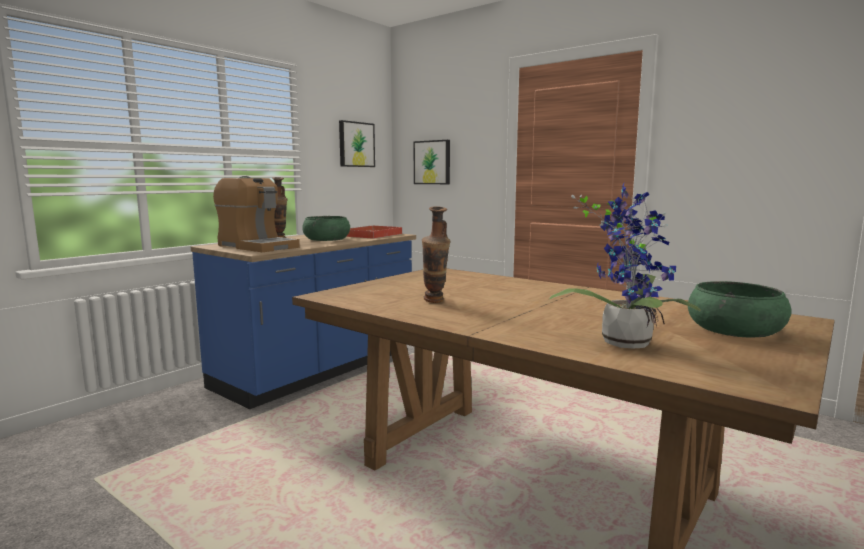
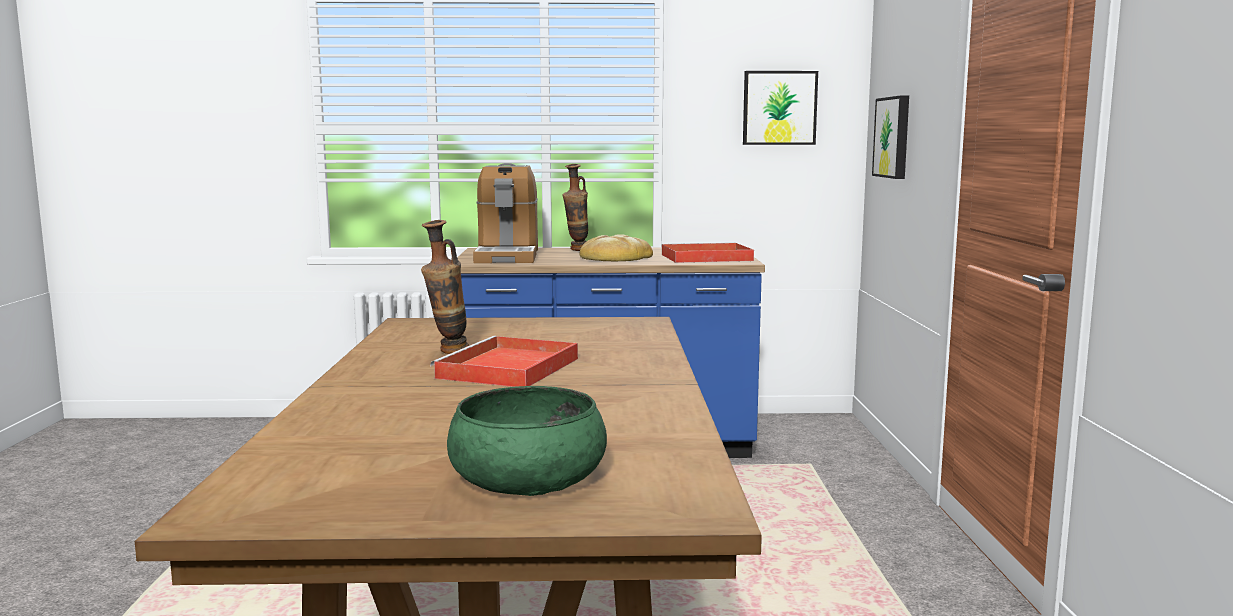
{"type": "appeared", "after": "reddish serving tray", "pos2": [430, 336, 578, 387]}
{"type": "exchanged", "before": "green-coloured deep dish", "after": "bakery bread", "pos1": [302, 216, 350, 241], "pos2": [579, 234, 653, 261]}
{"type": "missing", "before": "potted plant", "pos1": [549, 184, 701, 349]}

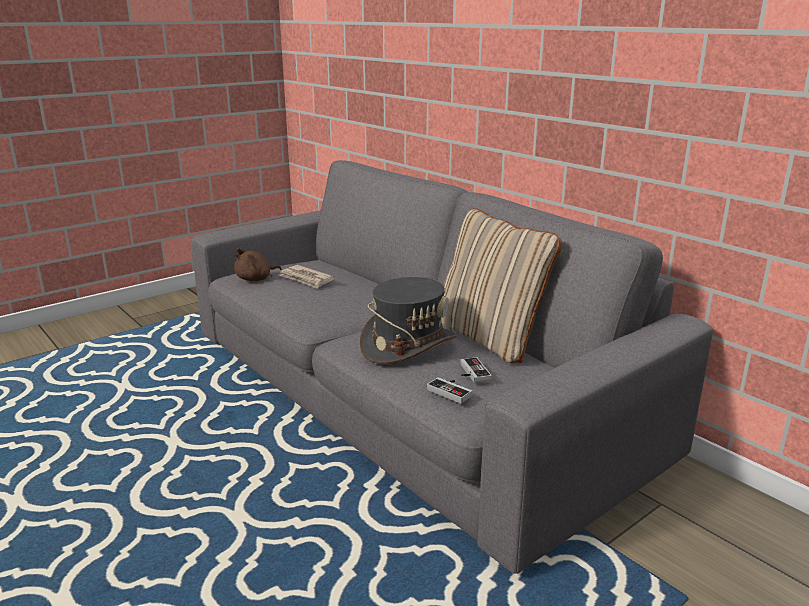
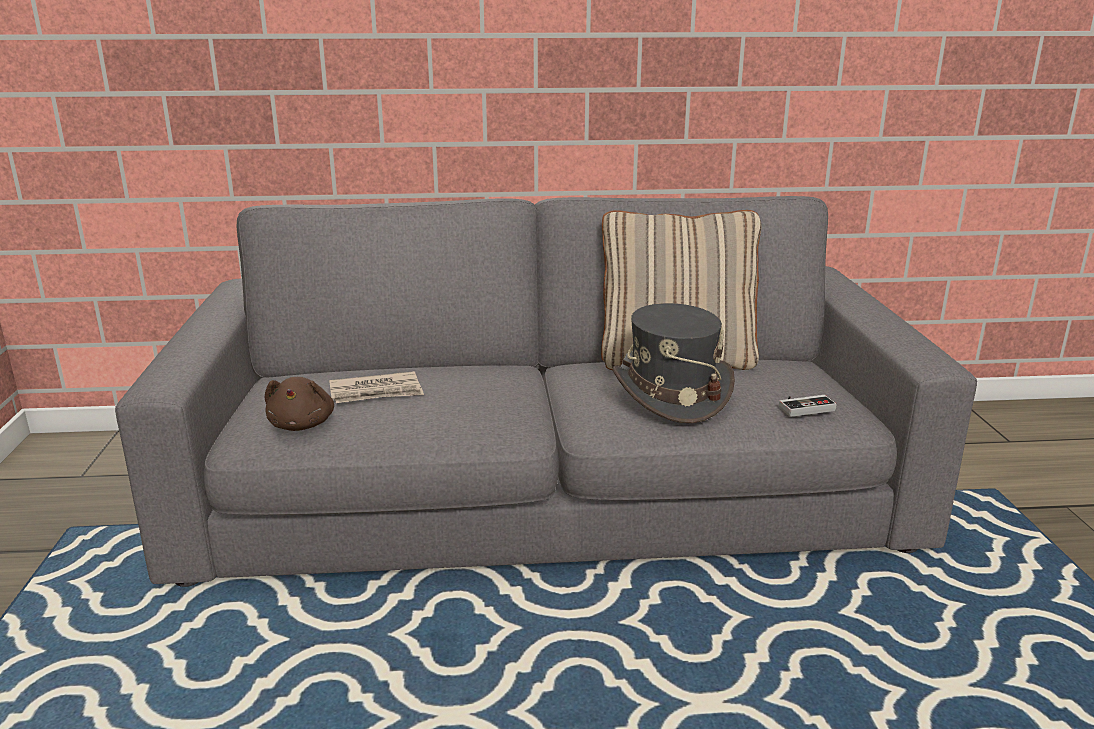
{"type": "missing", "before": "game controller", "pos1": [461, 357, 492, 383]}

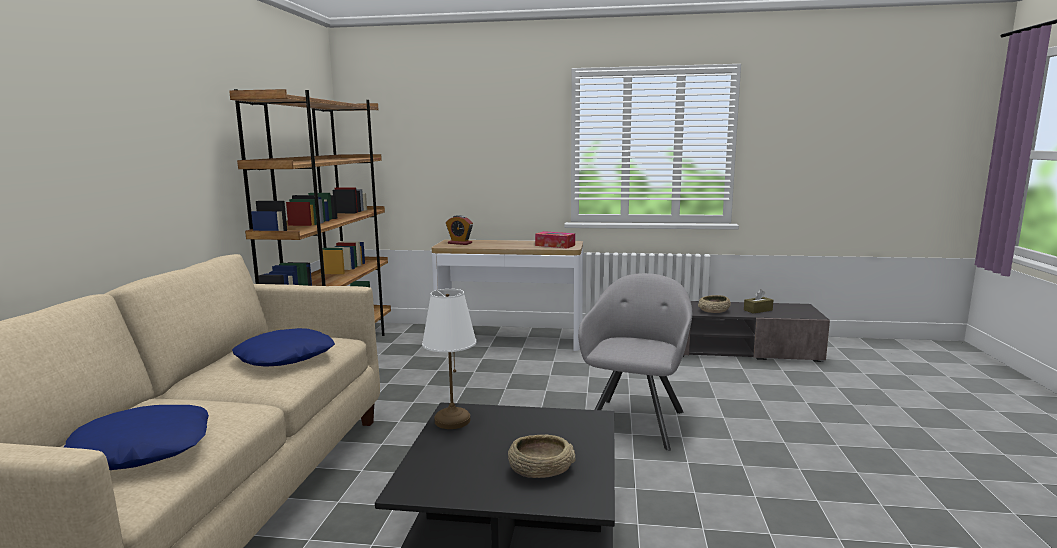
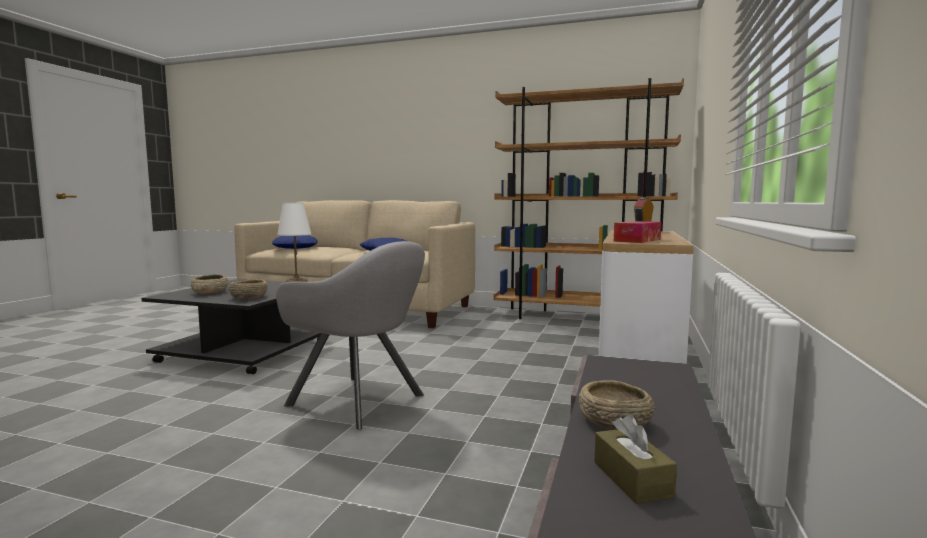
{"type": "appeared", "after": "beige-coloured deep dish", "pos2": [228, 280, 268, 299]}

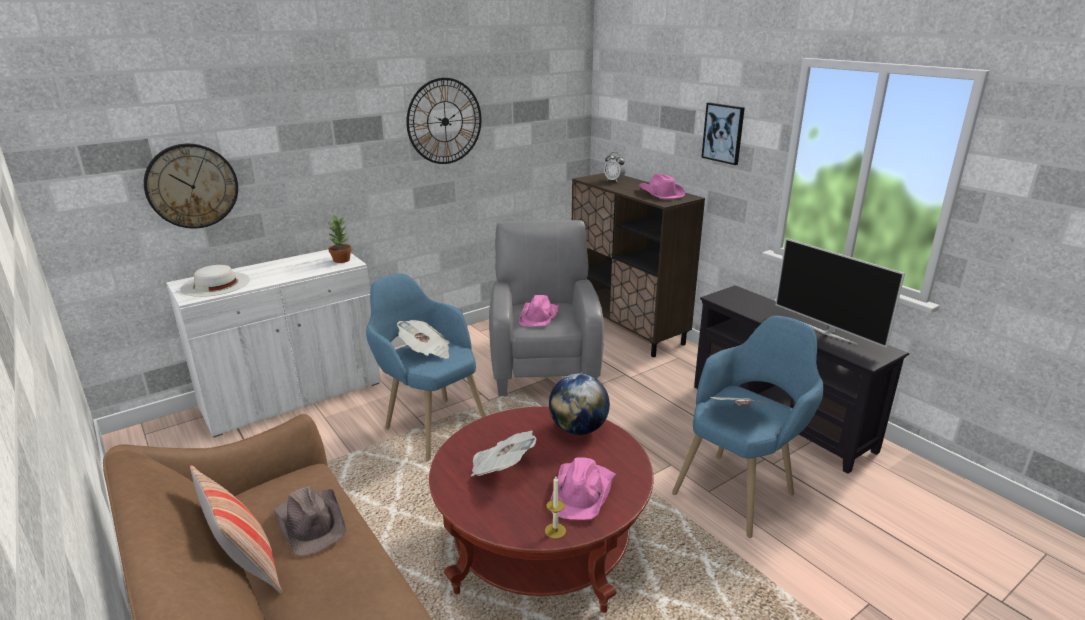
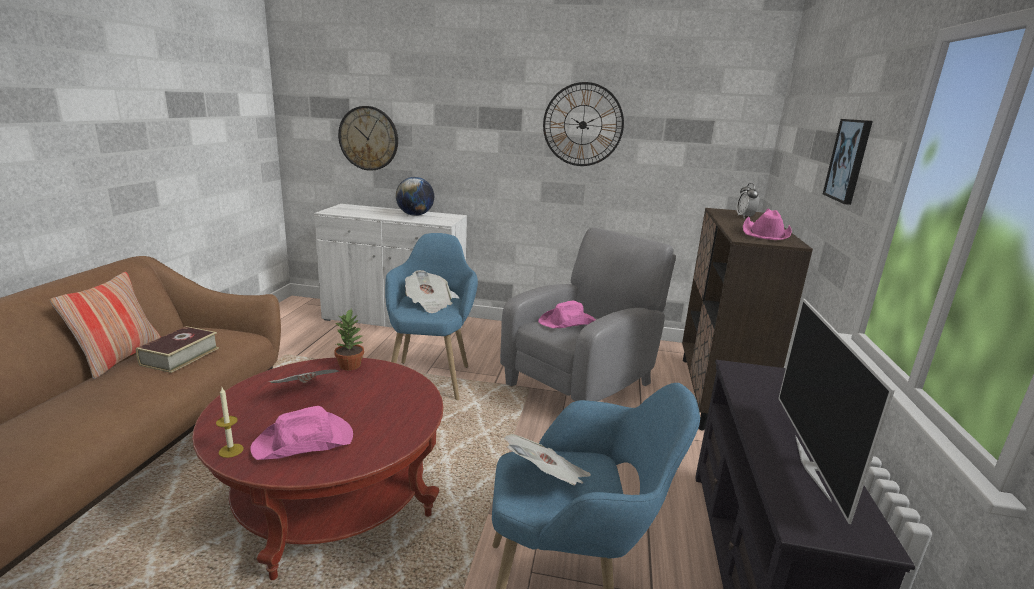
{"type": "exchanged", "before": "brown wearable hat", "after": "volume", "pos1": [274, 486, 346, 557], "pos2": [136, 326, 219, 373]}
{"type": "relocated", "before": "potted plant", "pos1": [328, 215, 352, 263], "pos2": [334, 308, 364, 370]}
{"type": "relocated", "before": "desk globe", "pos1": [549, 374, 610, 435], "pos2": [396, 177, 434, 216]}
{"type": "missing", "before": "white-coloured wearable hat", "pos1": [181, 265, 250, 297]}

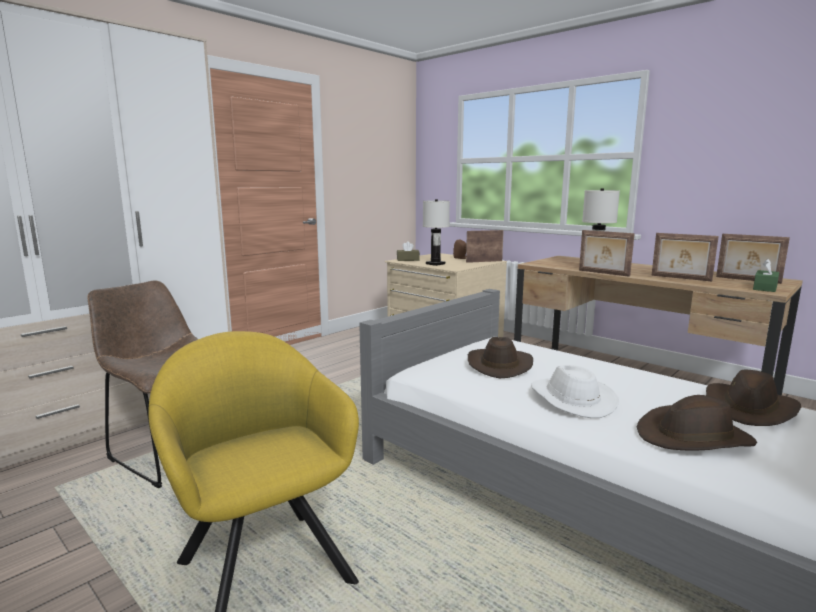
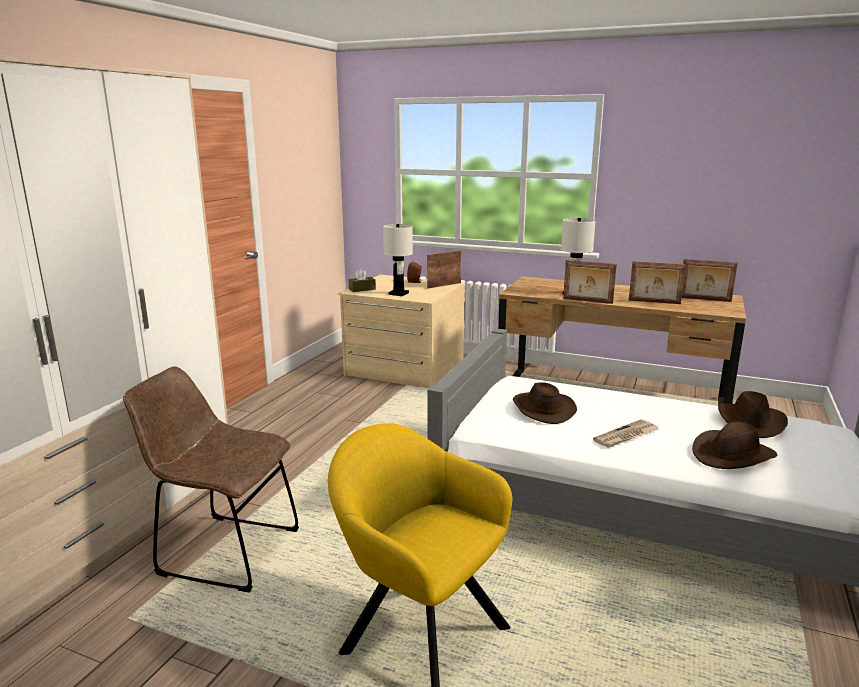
{"type": "exchanged", "before": "white-coloured wearable hat", "after": "newspaper", "pos1": [531, 365, 619, 418], "pos2": [593, 419, 659, 448]}
{"type": "missing", "before": "green-coloured tissue holder", "pos1": [753, 259, 779, 292]}

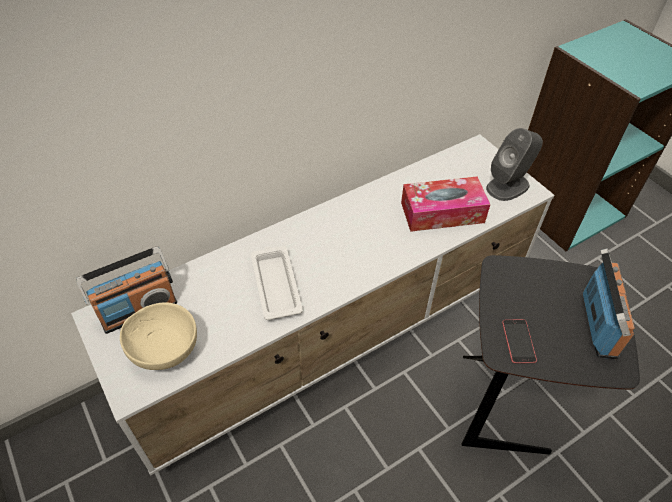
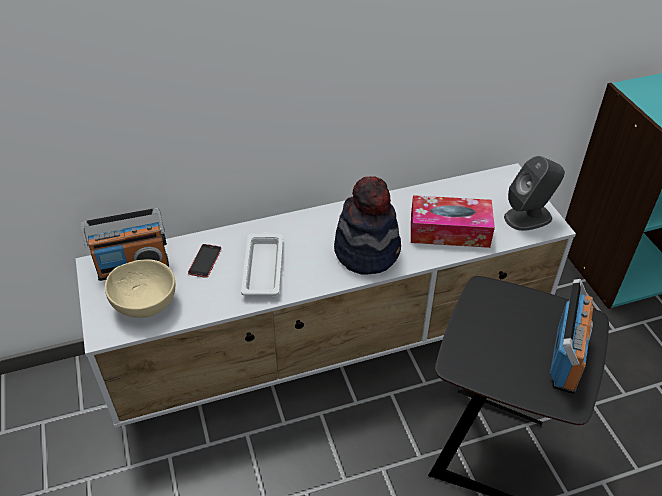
{"type": "relocated", "before": "telephone", "pos1": [502, 319, 537, 363], "pos2": [188, 244, 222, 278]}
{"type": "appeared", "after": "wearable hat", "pos2": [334, 176, 401, 275]}

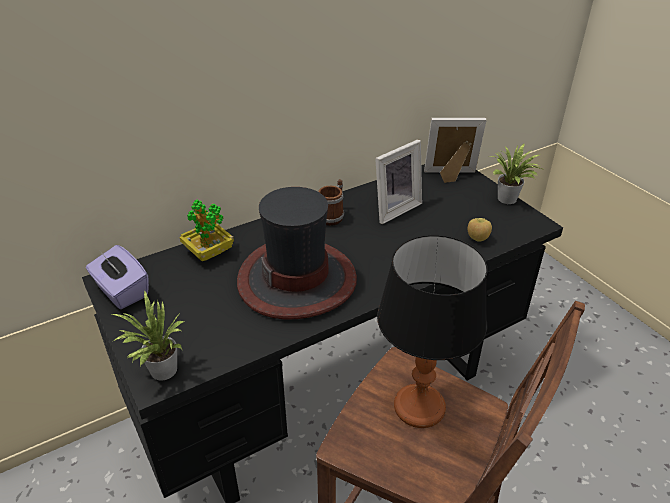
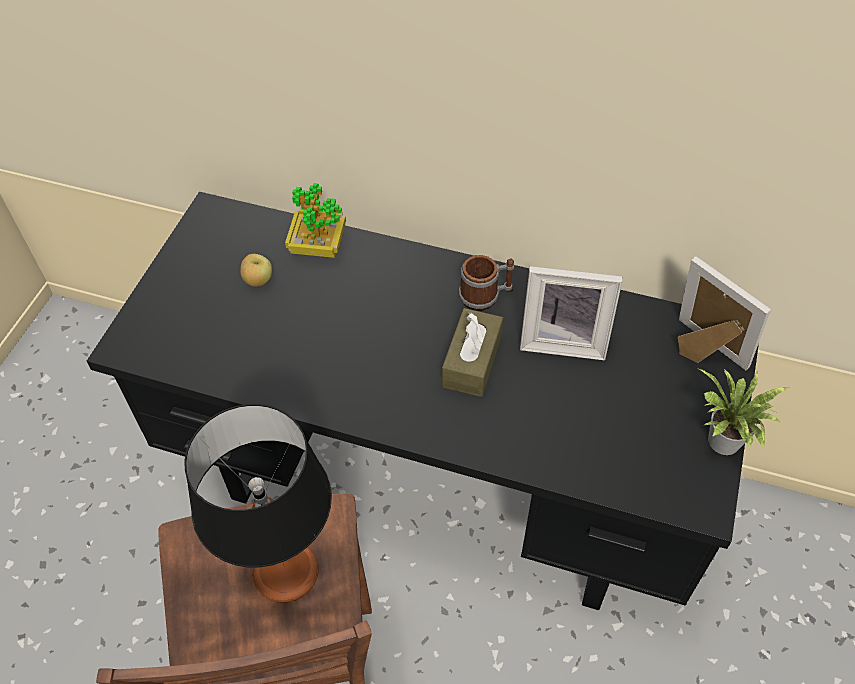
{"type": "relocated", "before": "apple", "pos1": [468, 218, 492, 242], "pos2": [240, 254, 272, 287]}
{"type": "appeared", "after": "brown tissue holder", "pos2": [442, 308, 503, 397]}
{"type": "missing", "before": "purplish tissue holder", "pos1": [86, 245, 149, 309]}
{"type": "missing", "before": "potted plant", "pos1": [112, 290, 184, 381]}
{"type": "missing", "before": "wearable hat", "pos1": [237, 187, 357, 320]}

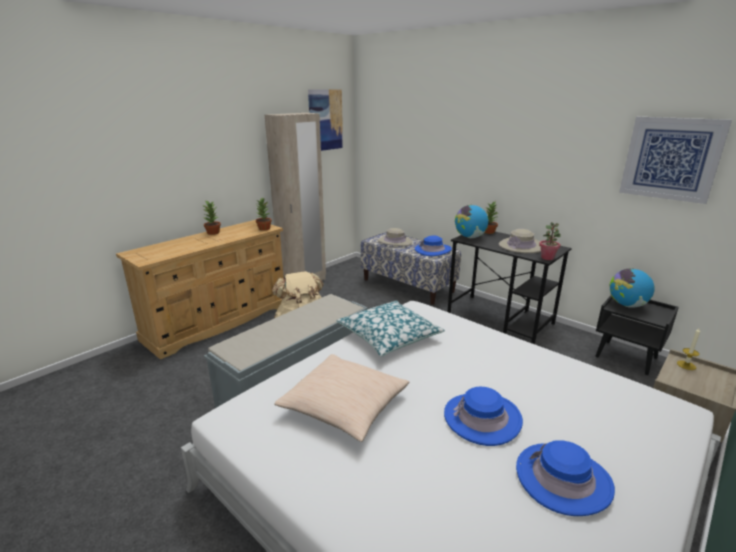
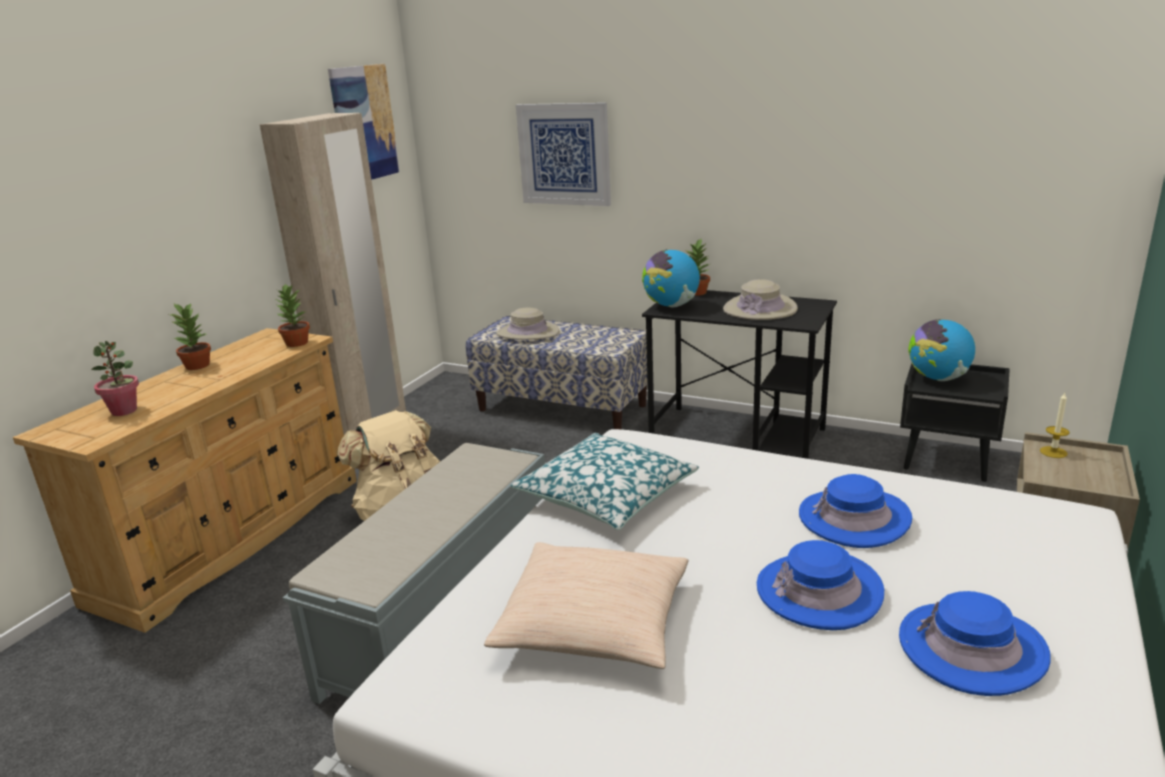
{"type": "relocated", "before": "potted plant", "pos1": [539, 222, 561, 260], "pos2": [91, 341, 139, 416]}
{"type": "relocated", "before": "wall art", "pos1": [619, 117, 732, 204], "pos2": [516, 103, 611, 206]}
{"type": "relocated", "before": "blue-coloured wearable hat", "pos1": [415, 236, 452, 256], "pos2": [799, 474, 912, 548]}

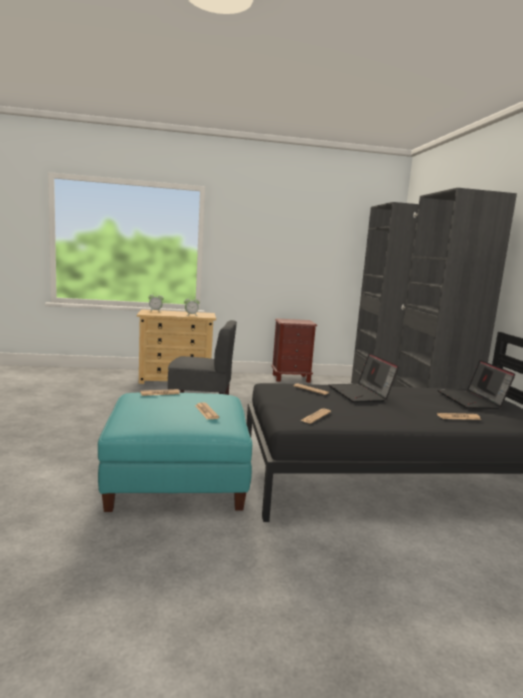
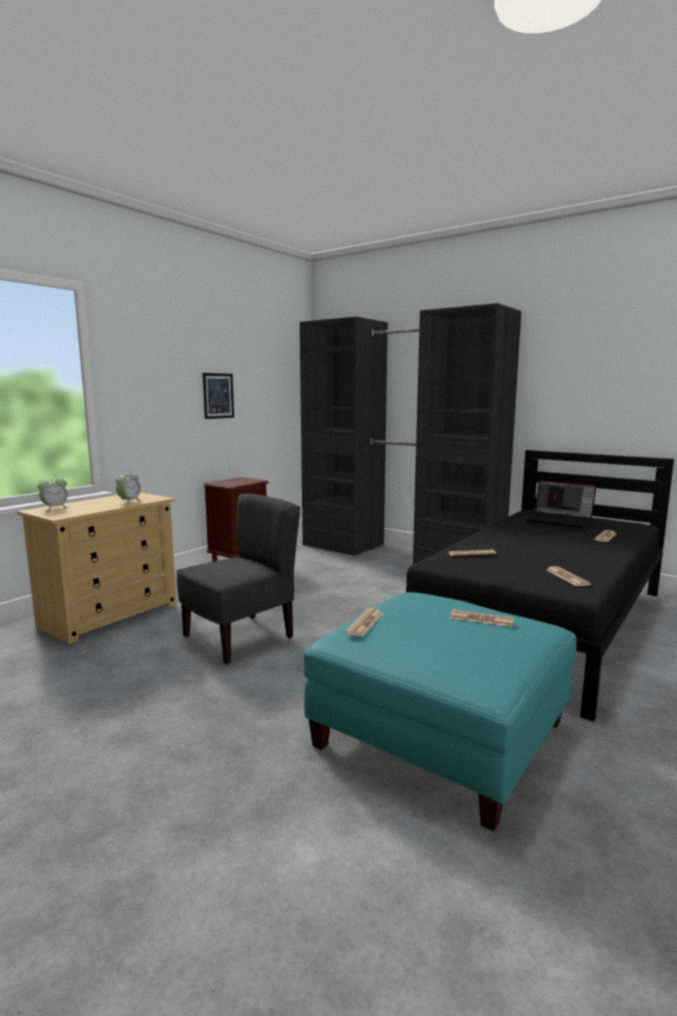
{"type": "appeared", "after": "wall art", "pos2": [203, 373, 234, 419]}
{"type": "missing", "before": "portable computer", "pos1": [328, 353, 399, 403]}

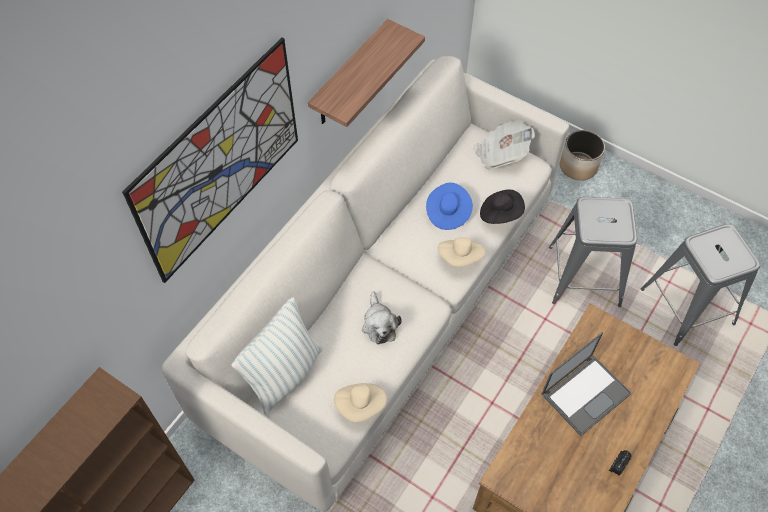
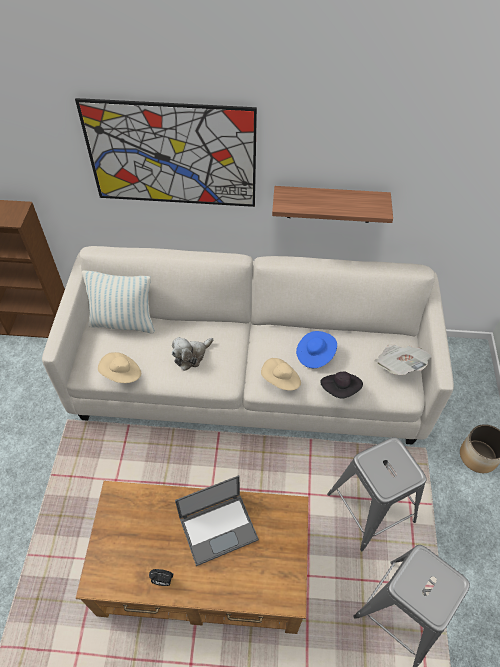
{"type": "spun", "before": "portable computer", "pos1": [541, 332, 632, 436], "pos2": [175, 475, 259, 566], "turn": -45}

